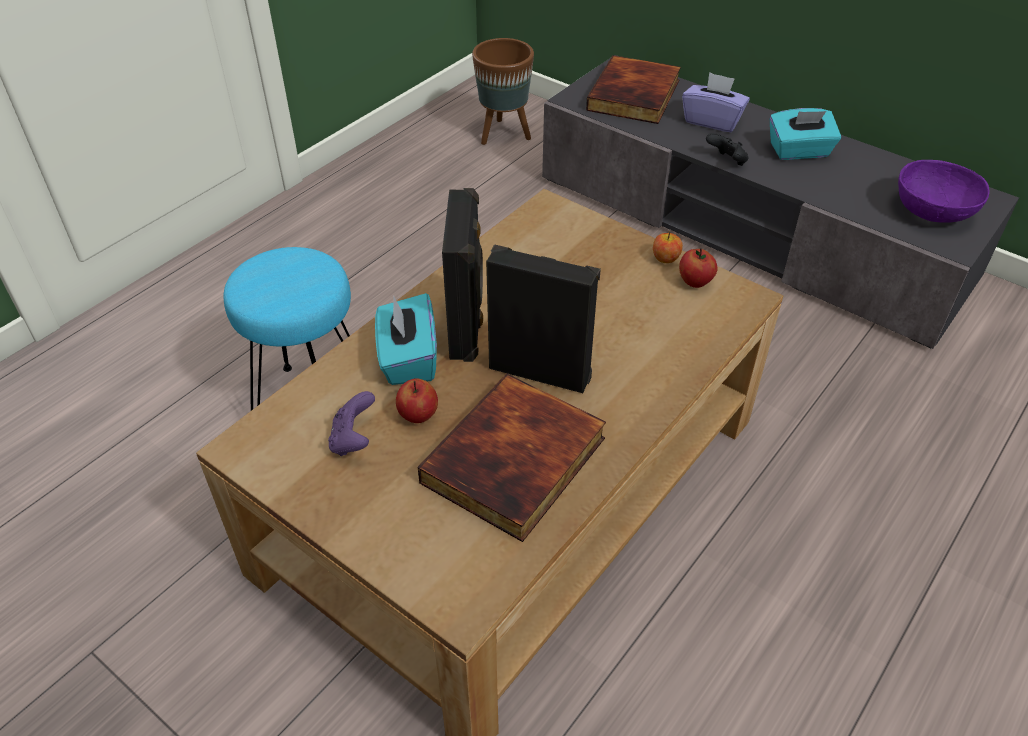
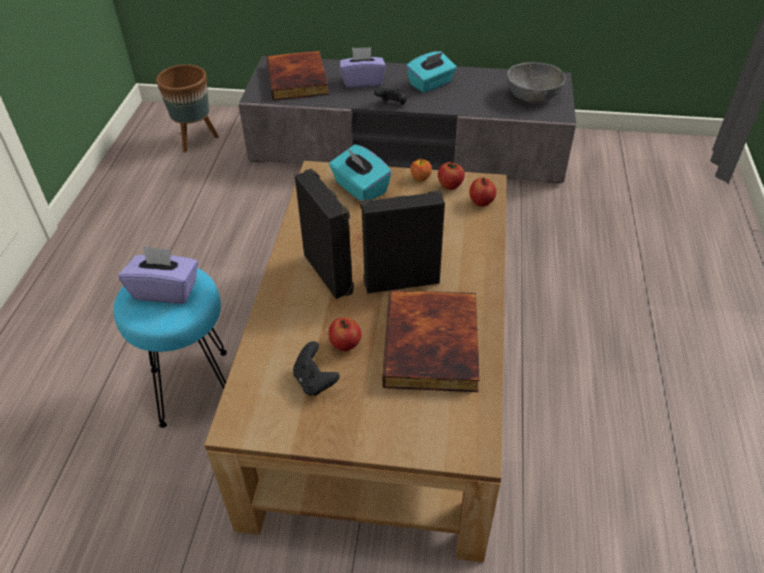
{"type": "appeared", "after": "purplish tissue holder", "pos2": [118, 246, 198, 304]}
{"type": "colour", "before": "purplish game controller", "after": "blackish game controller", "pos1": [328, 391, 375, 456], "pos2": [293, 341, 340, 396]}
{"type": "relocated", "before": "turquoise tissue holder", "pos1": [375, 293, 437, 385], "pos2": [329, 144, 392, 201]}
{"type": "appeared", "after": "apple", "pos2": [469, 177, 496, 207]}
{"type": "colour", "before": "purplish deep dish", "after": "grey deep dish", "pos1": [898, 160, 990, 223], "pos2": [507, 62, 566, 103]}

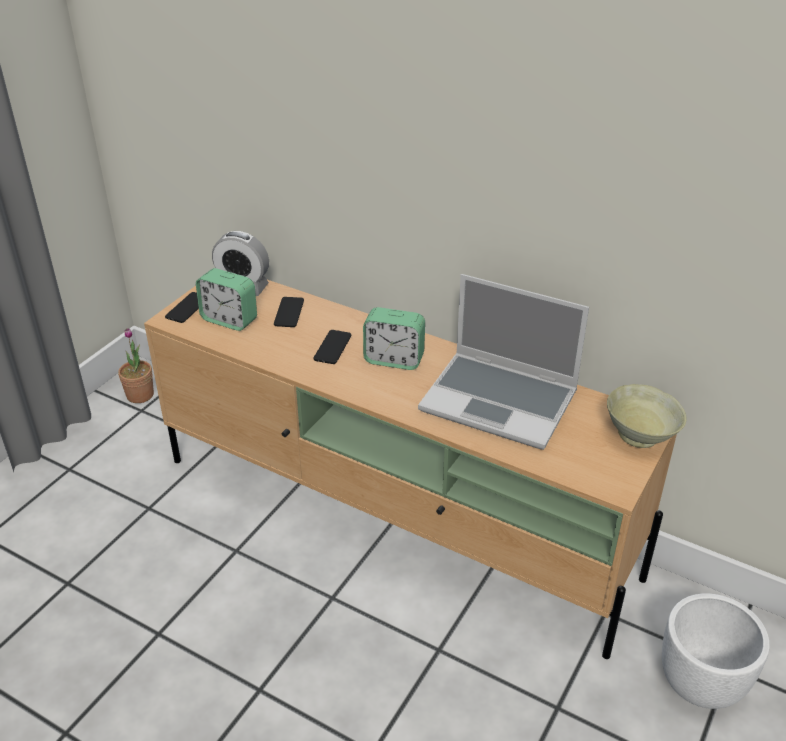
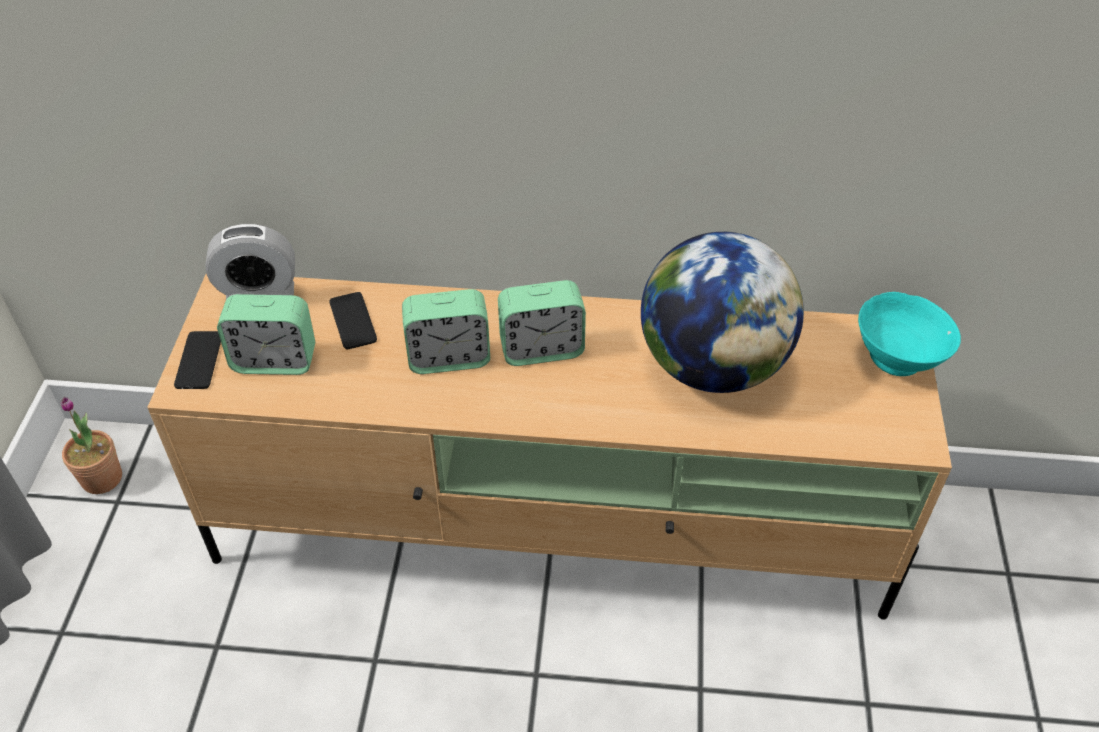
{"type": "exchanged", "before": "telephone", "after": "bedside clock", "pos1": [314, 330, 351, 364], "pos2": [402, 289, 490, 374]}
{"type": "exchanged", "before": "portable computer", "after": "desk globe", "pos1": [418, 274, 589, 450], "pos2": [641, 232, 804, 393]}
{"type": "colour", "before": "beige-coloured deep dish", "after": "turquoise deep dish", "pos1": [607, 384, 686, 448], "pos2": [858, 292, 961, 376]}
{"type": "missing", "before": "white-coloured flower pot", "pos1": [662, 593, 770, 709]}

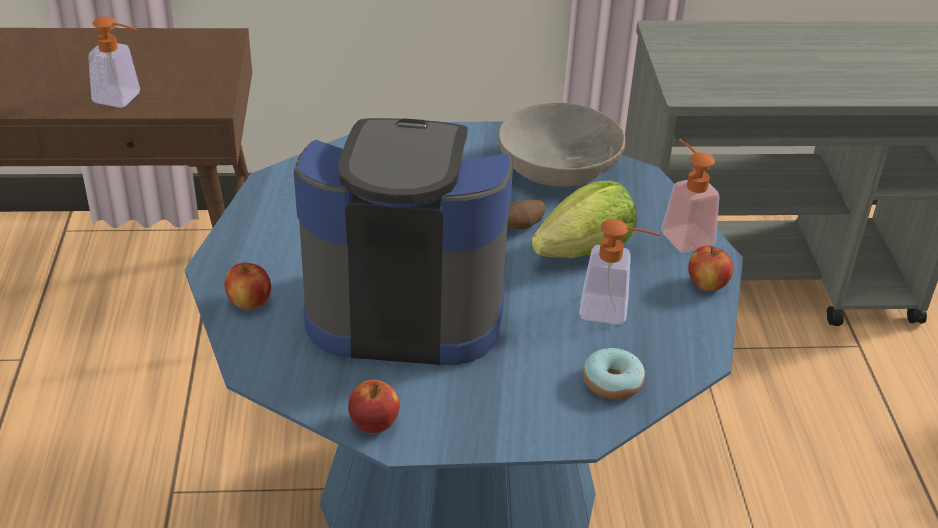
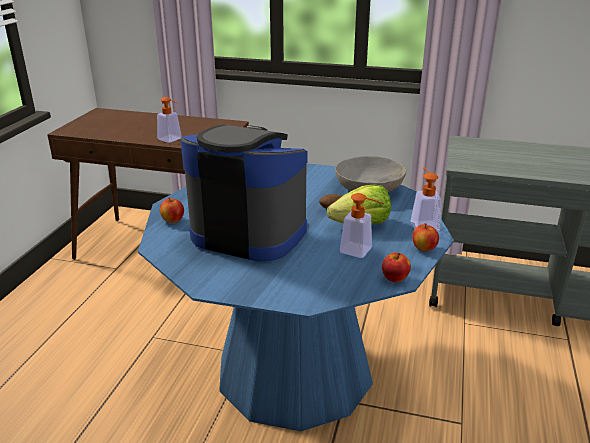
{"type": "relocated", "before": "apple", "pos1": [348, 380, 400, 433], "pos2": [382, 253, 411, 283]}
{"type": "missing", "before": "ring doughnut", "pos1": [583, 348, 645, 400]}

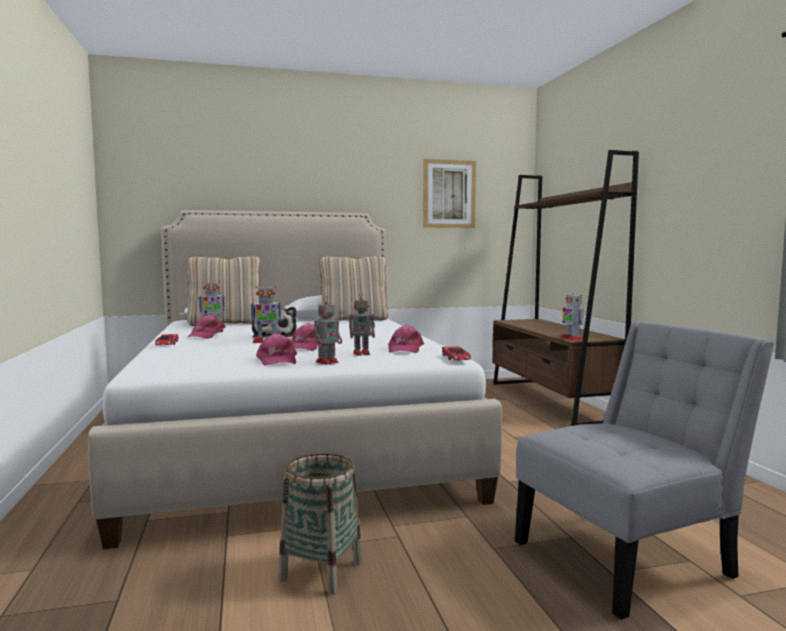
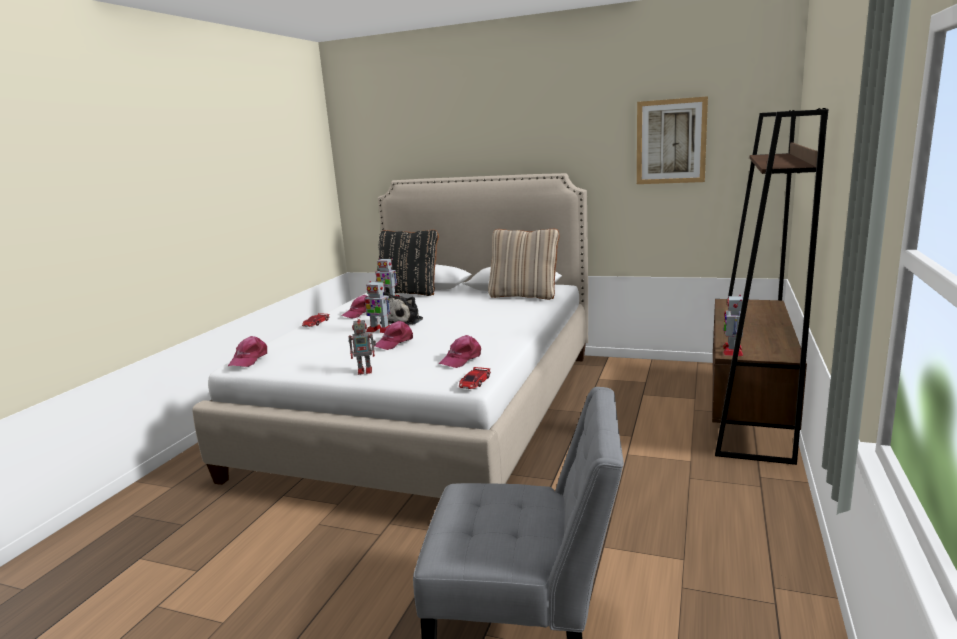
{"type": "relocated", "before": "pink-coloured baseball cap", "pos1": [256, 333, 297, 366], "pos2": [228, 336, 267, 367]}
{"type": "colour", "before": "beige-coloured cushion", "after": "blackish cushion", "pos1": [187, 256, 261, 326], "pos2": [377, 230, 439, 296]}
{"type": "missing", "before": "basket", "pos1": [278, 453, 362, 595]}
{"type": "missing", "before": "toy robot", "pos1": [349, 292, 375, 356]}

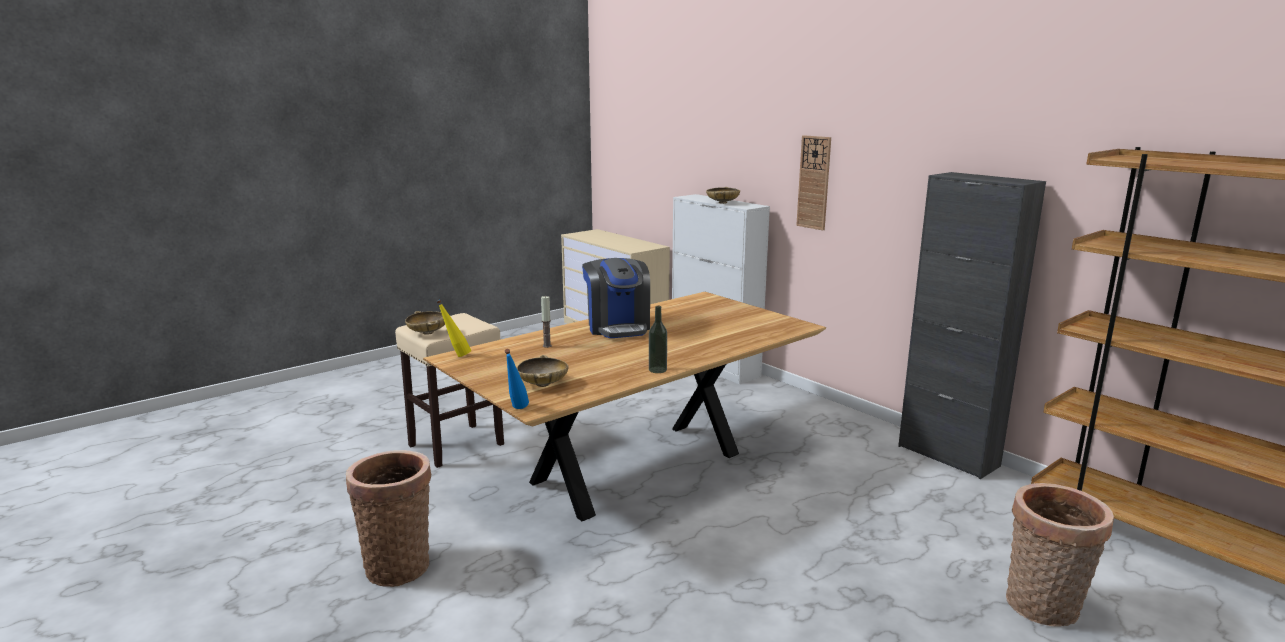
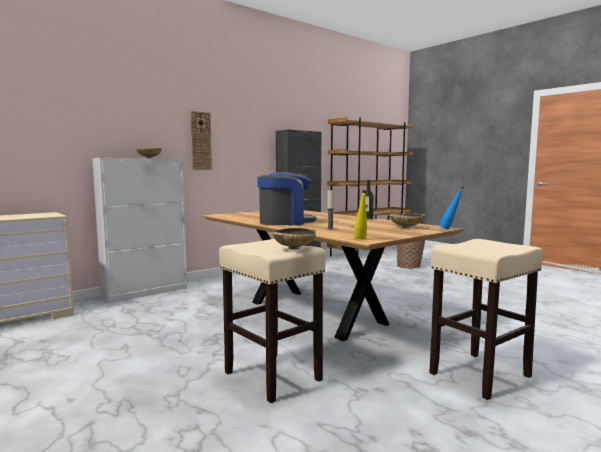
{"type": "exchanged", "before": "basket", "after": "beige-coloured stool seat", "pos1": [346, 450, 431, 587], "pos2": [429, 239, 543, 400]}

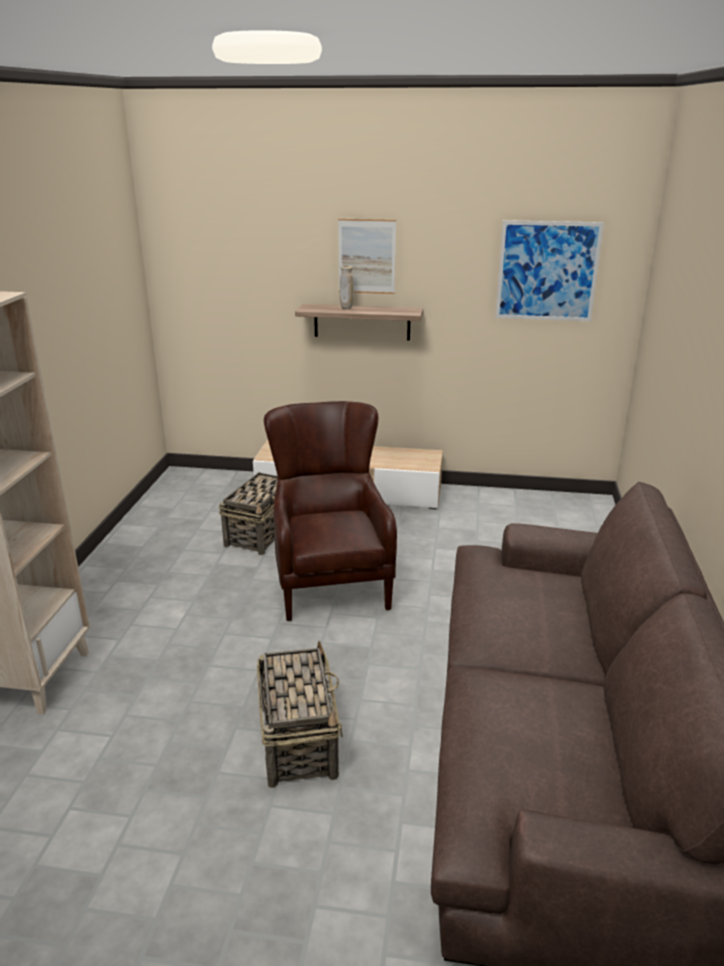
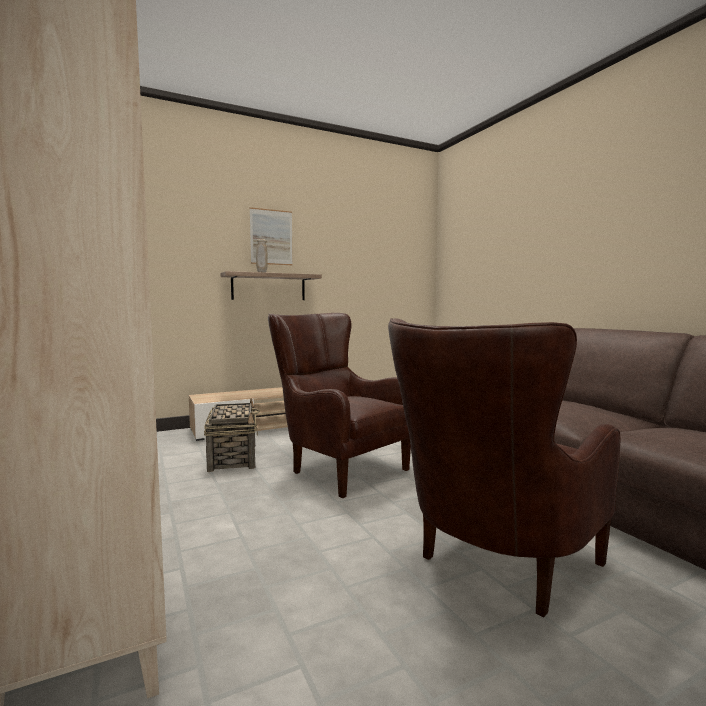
{"type": "exchanged", "before": "basket", "after": "brown lounge chair", "pos1": [257, 641, 342, 788], "pos2": [388, 318, 621, 617]}
{"type": "missing", "before": "wall art", "pos1": [495, 220, 604, 321]}

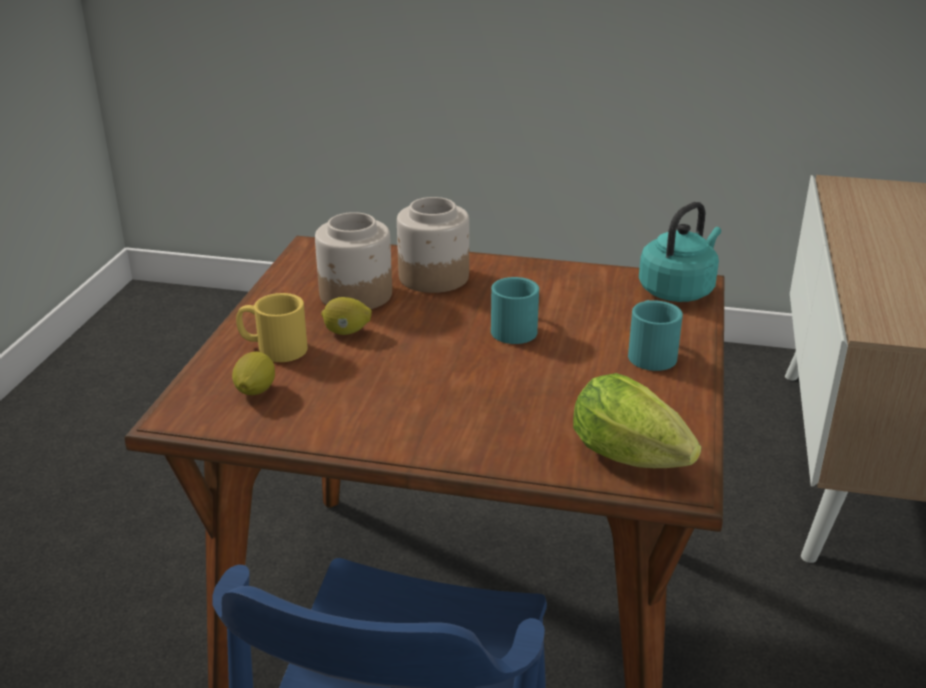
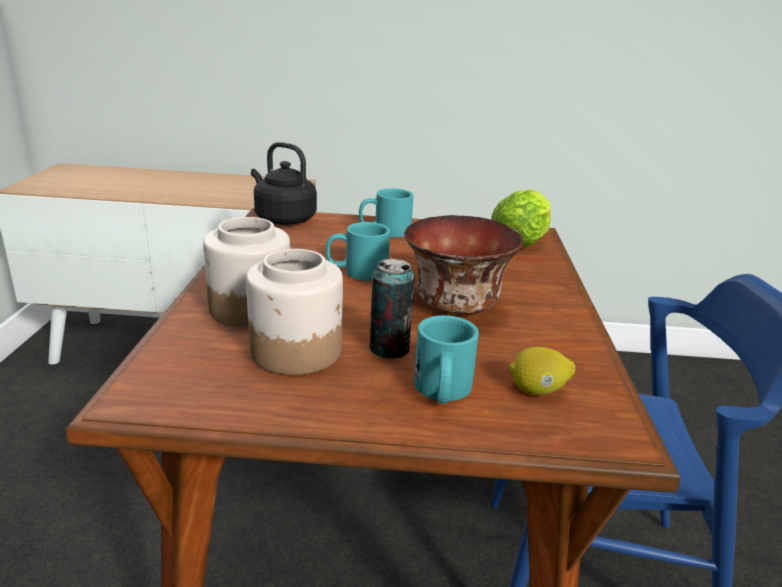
{"type": "colour", "before": "turquoise tea kettle", "after": "blackish tea kettle", "pos1": [639, 202, 721, 302], "pos2": [251, 142, 317, 225]}
{"type": "exchanged", "before": "citrus fruit", "after": "can", "pos1": [321, 297, 372, 335], "pos2": [370, 258, 415, 358]}
{"type": "appeared", "after": "deep dish", "pos2": [404, 215, 523, 314]}
{"type": "colour", "before": "yellowish tea mug", "after": "turquoise tea mug", "pos1": [236, 293, 308, 362], "pos2": [414, 315, 479, 404]}

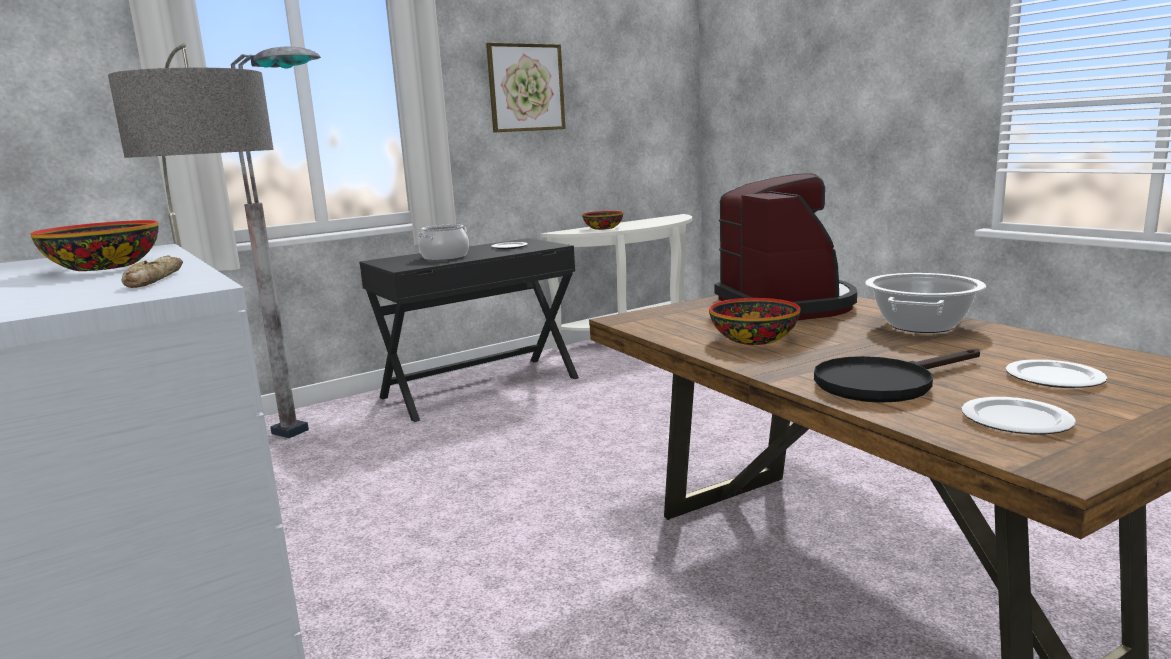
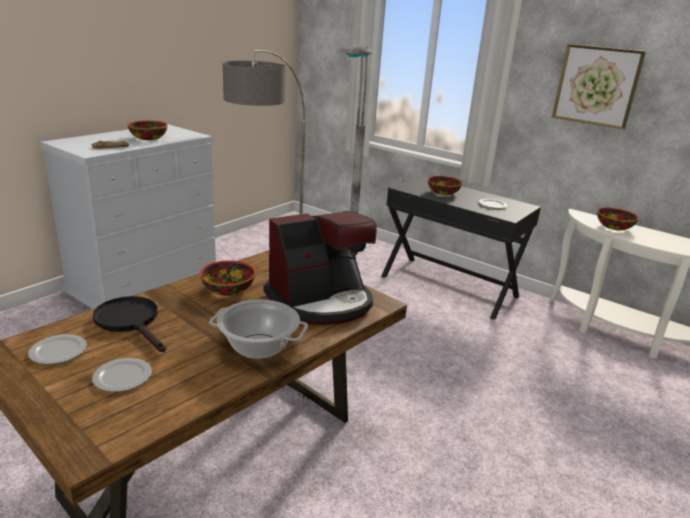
{"type": "exchanged", "before": "cooking pot", "after": "deep dish", "pos1": [418, 224, 469, 260], "pos2": [428, 176, 462, 195]}

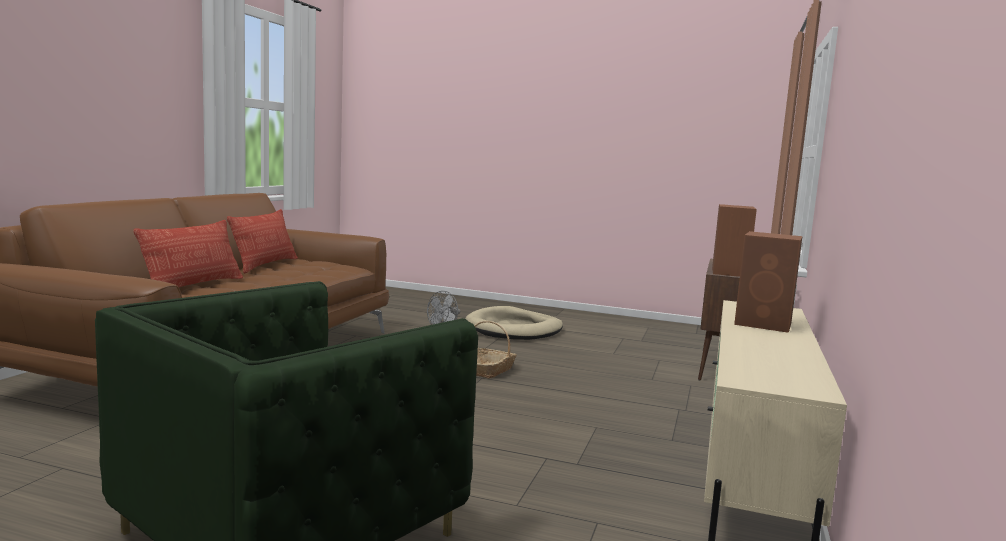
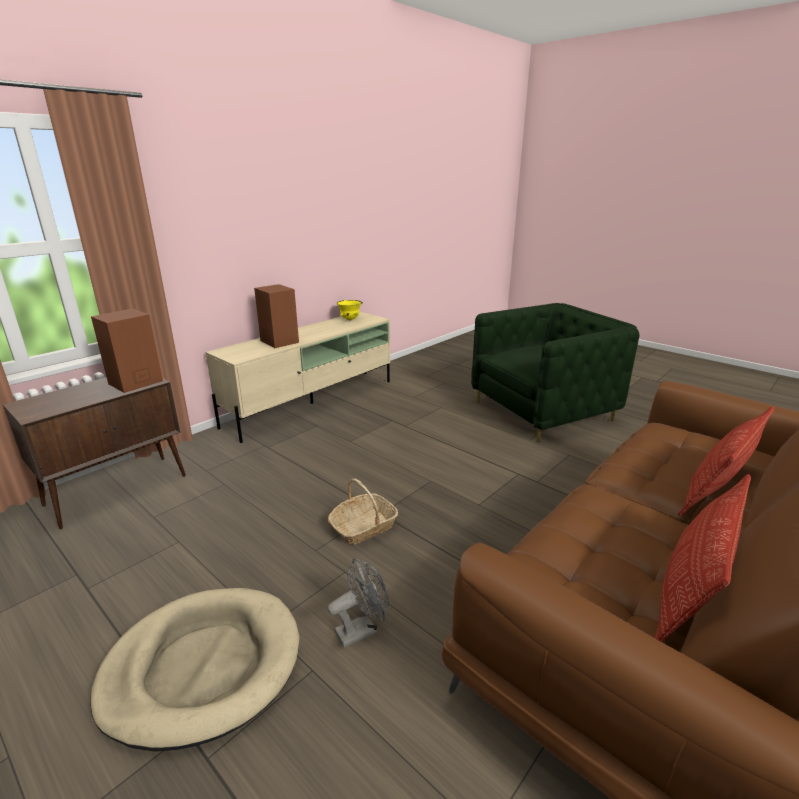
{"type": "appeared", "after": "yellowish deep dish", "pos2": [337, 300, 363, 320]}

